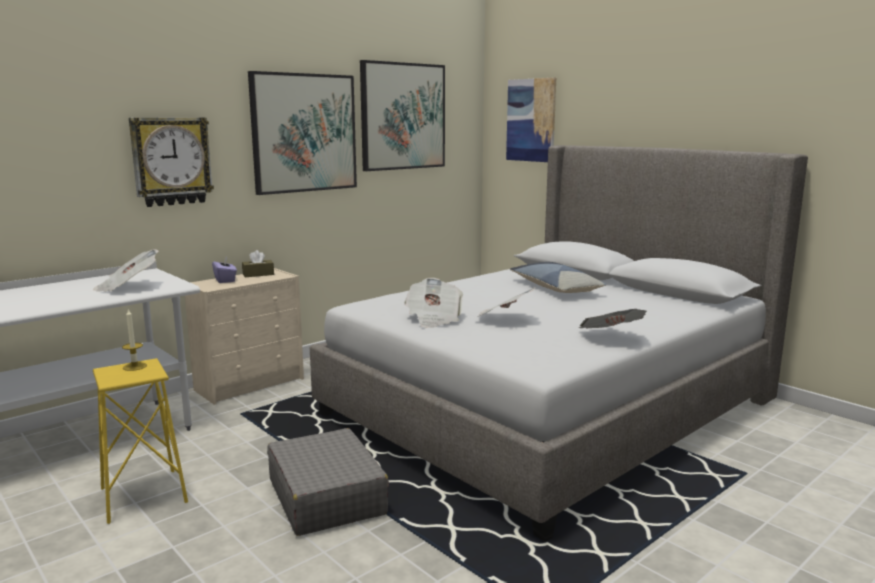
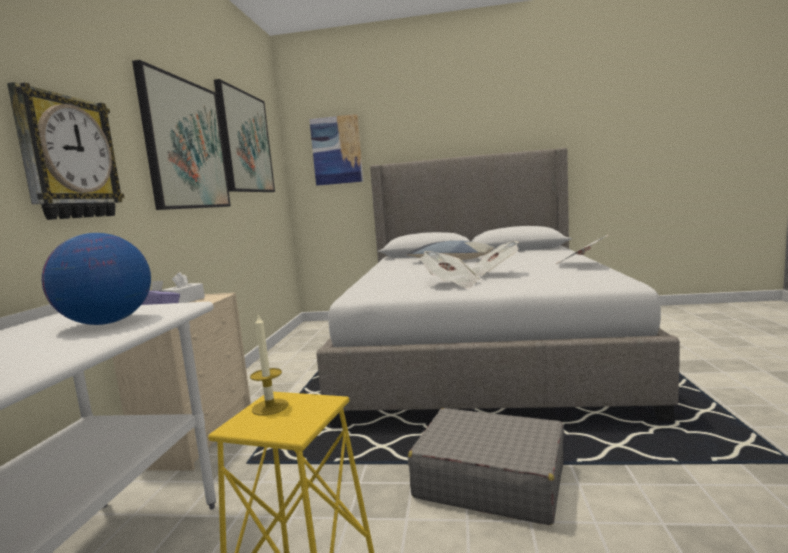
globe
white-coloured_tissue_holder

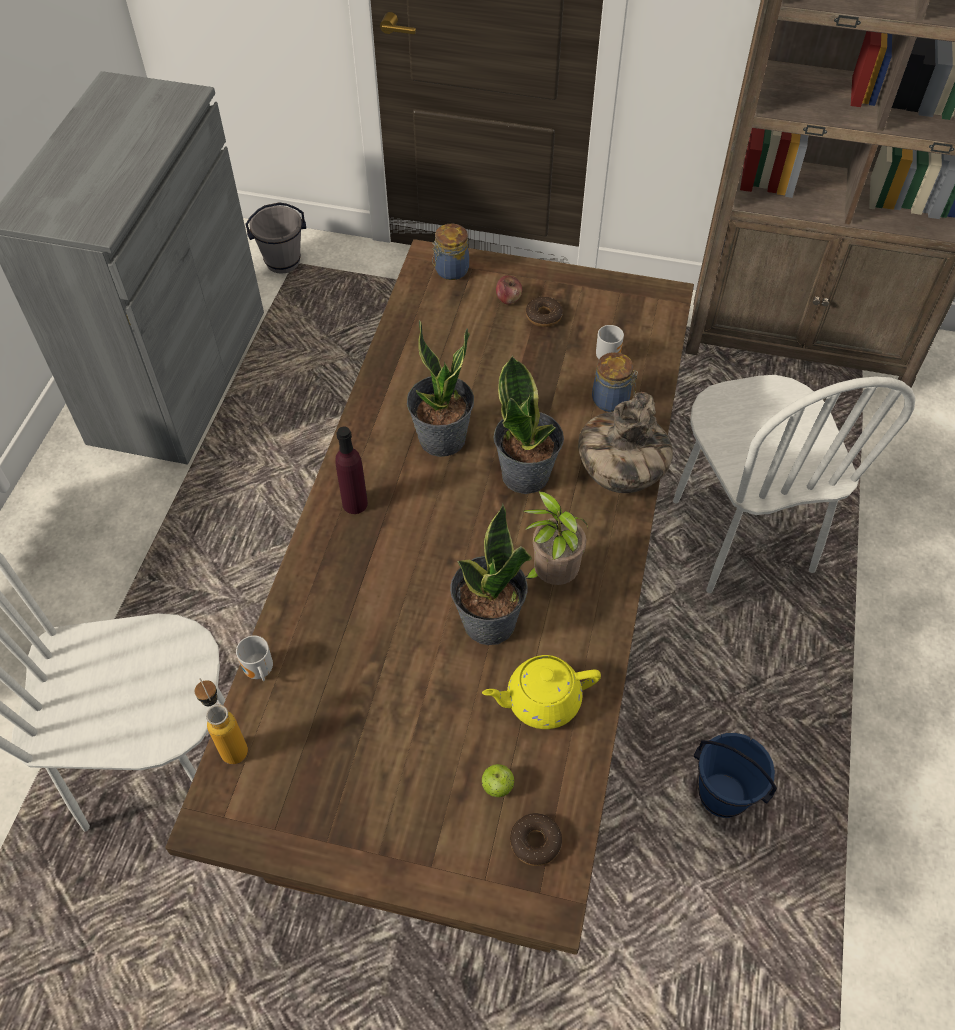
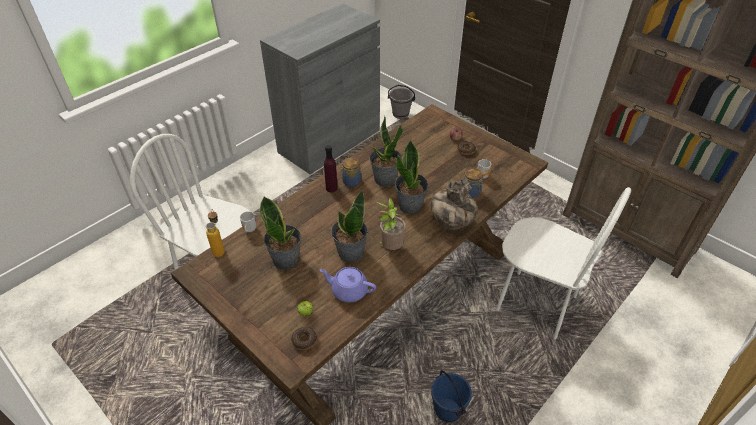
houseplant (no. 1 from left)
purple-coloured_teapot
preserve_jar (no. 1 from left)
white-coloured_chair (no. 2 from left)

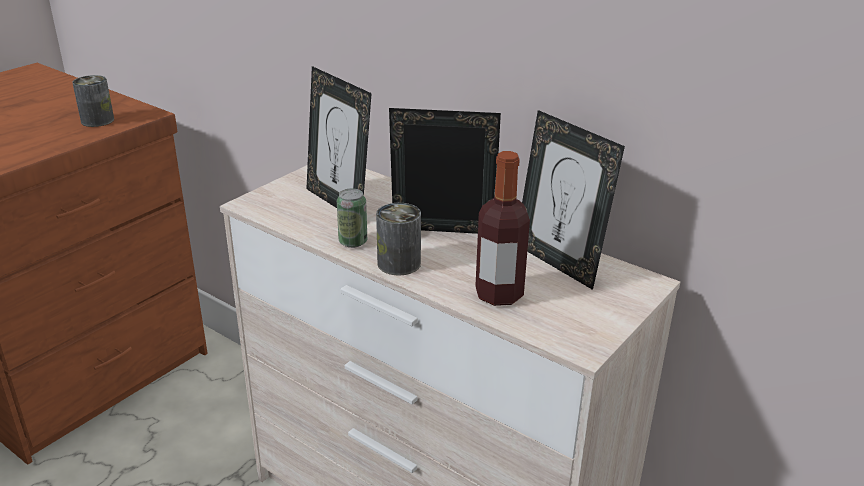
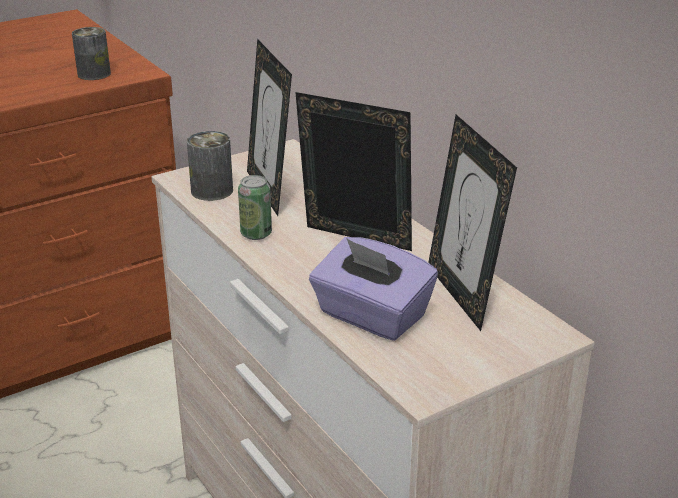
metal_can (no. 2 from left)
purple-coloured_tissue_holder

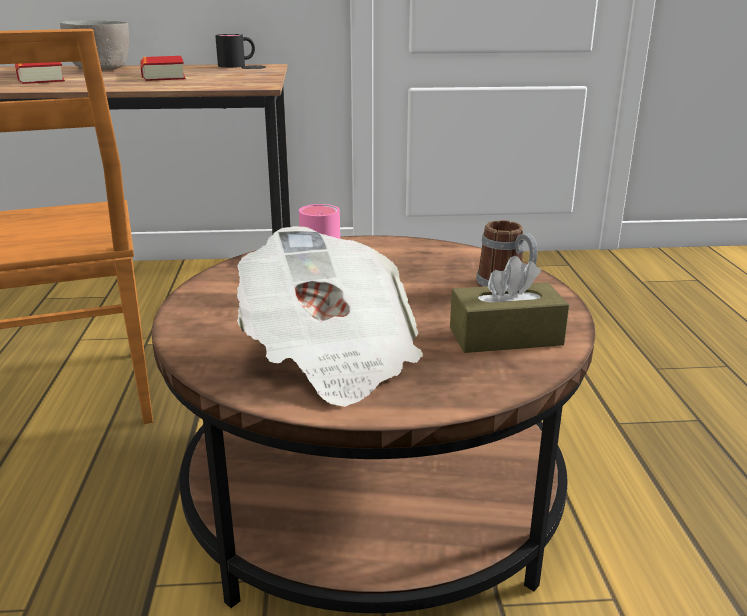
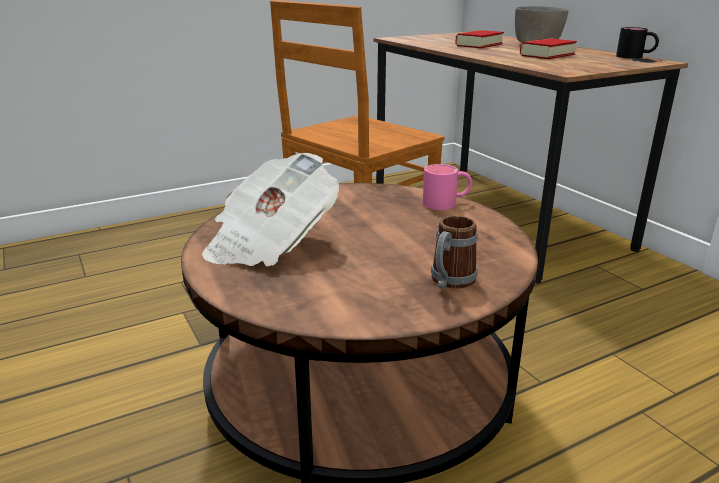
brown_tissue_holder

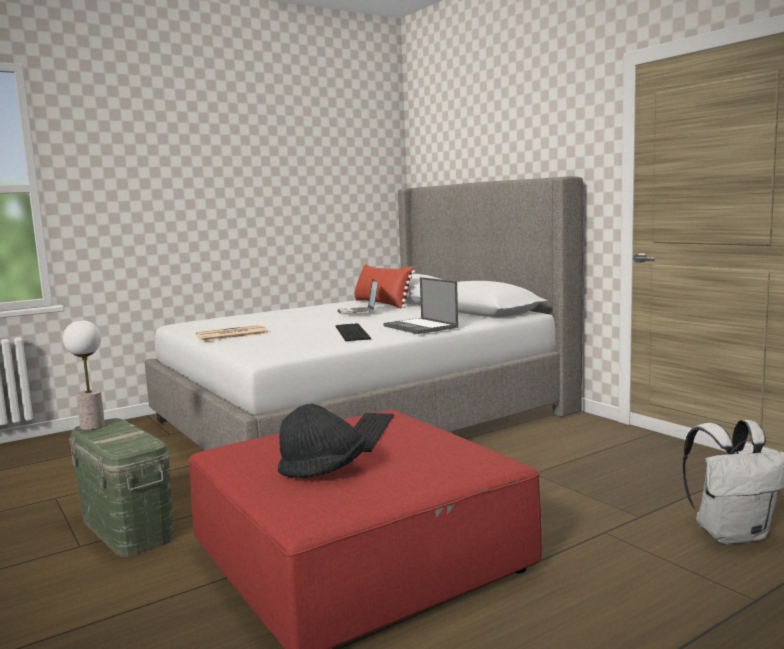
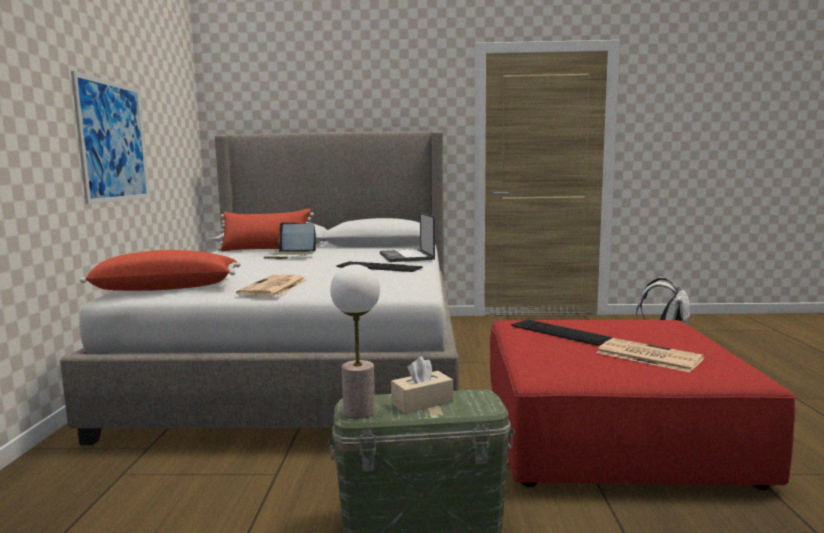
wall_picture
reddish_throw_pillow (no. 1 from left)
notebook_computer (no. 2 from left)
beige-coloured_tissue_holder
printed_paper (no. 2 from left)

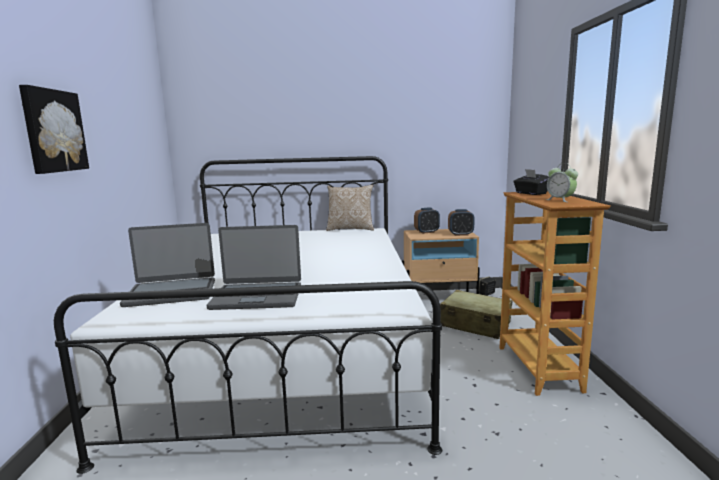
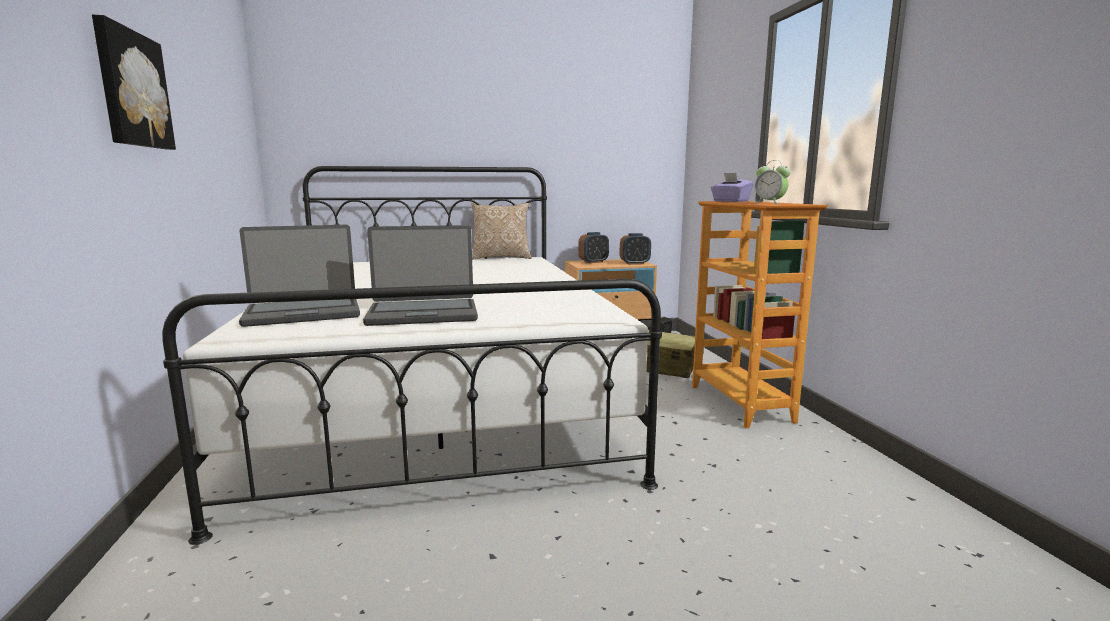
purple-coloured_tissue_holder

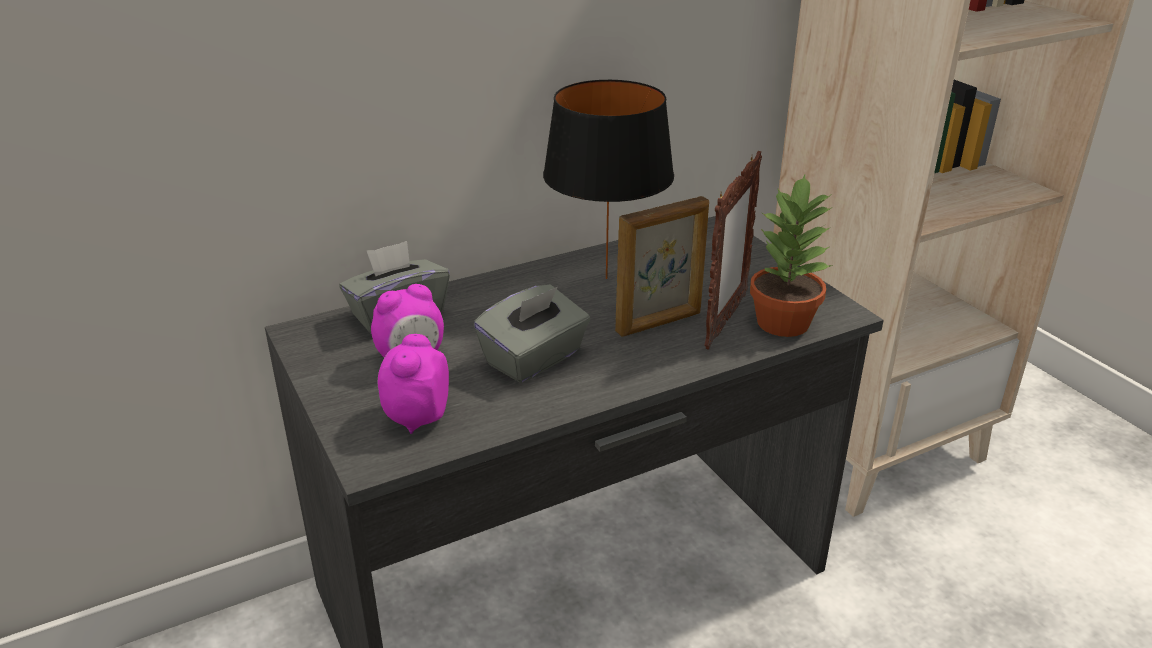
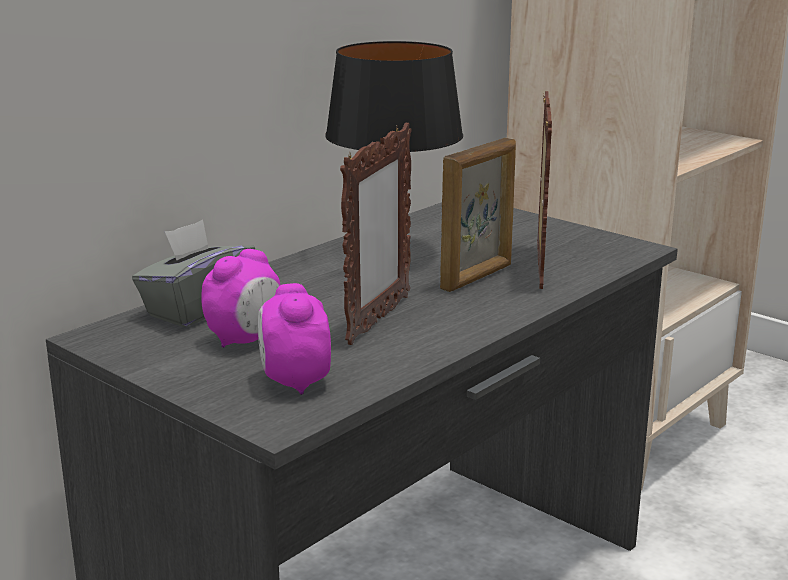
standing_frame (no. 1 from left)
houseplant

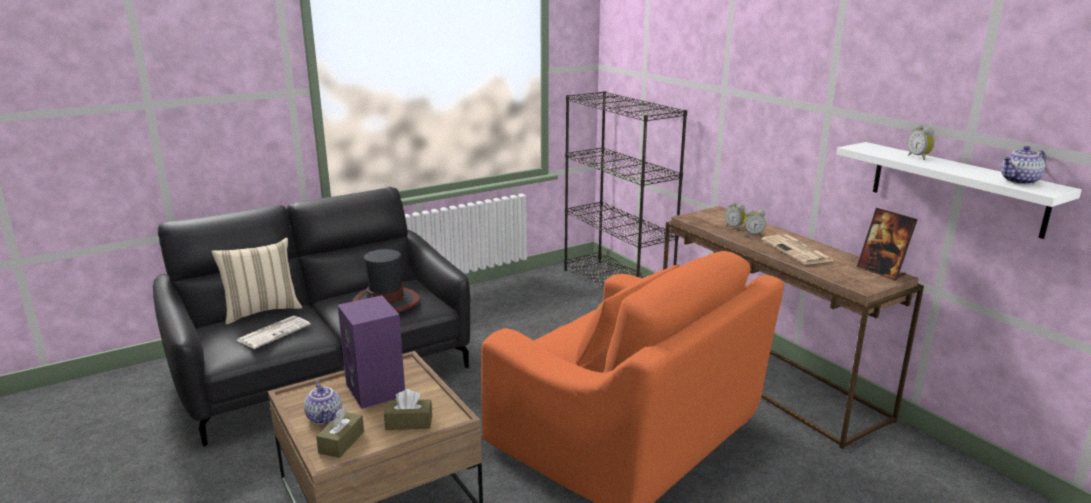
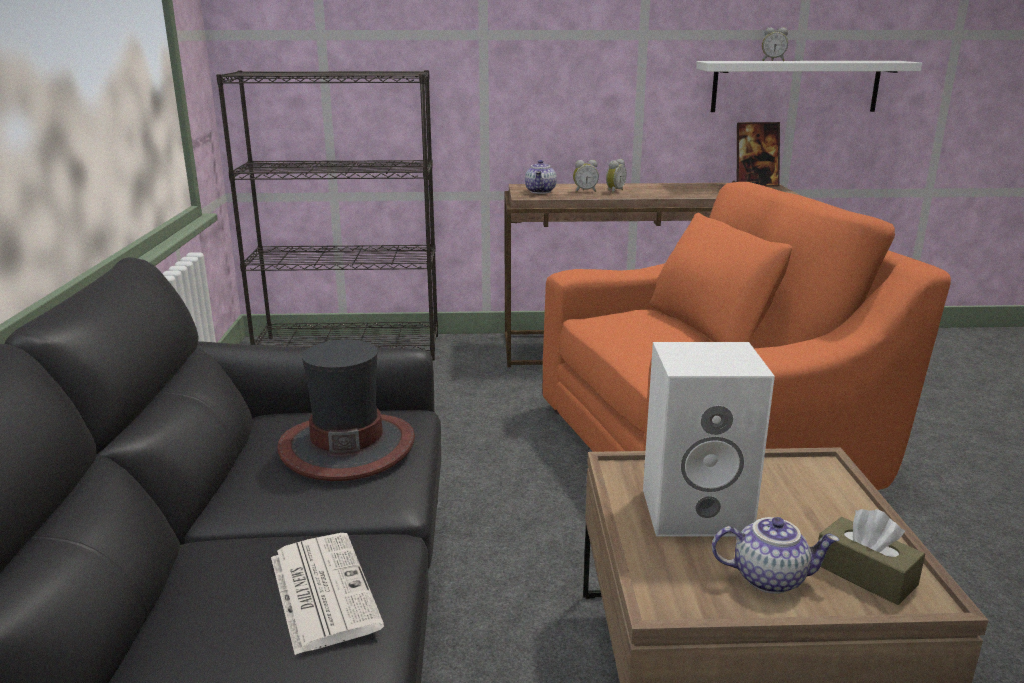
teapot (no. 1 from left)
white-coloured_speaker
beige-coloured_throw_pillow
brown_tissue_holder (no. 2 from left in the first image)
printed_paper (no. 2 from left in the first image)

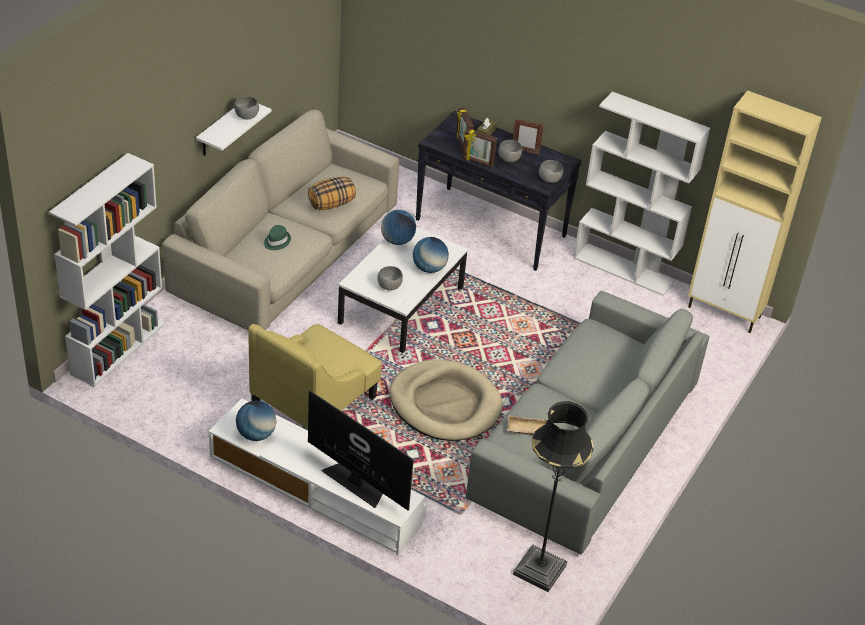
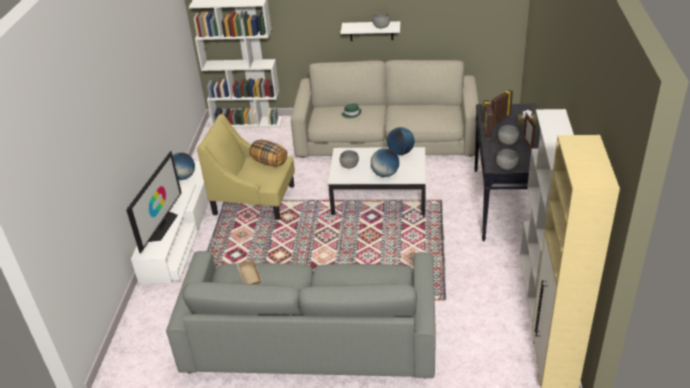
throw_pillow
beige-coloured_pet_bed
black-coloured_standing_lamp

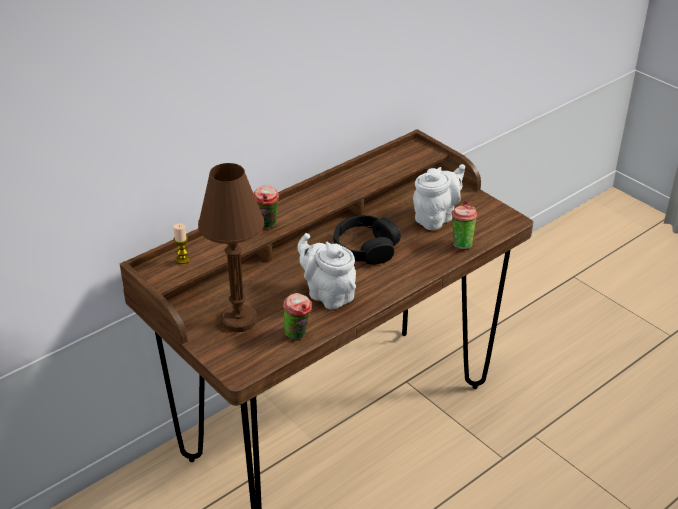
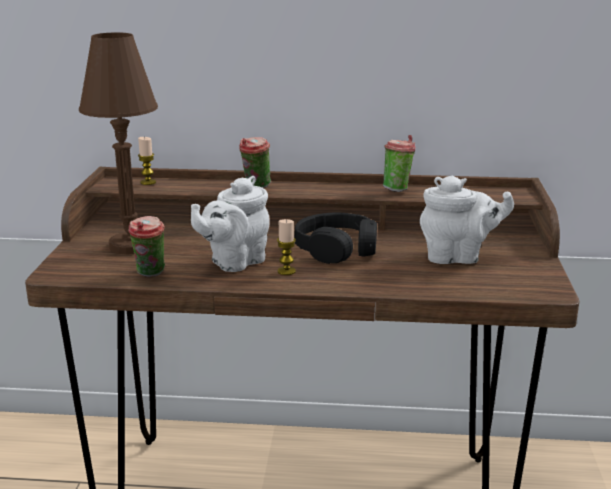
white-coloured_teapot (no. 1 from left)
wax_light (no. 2 from left)
cup (no. 3 from left)

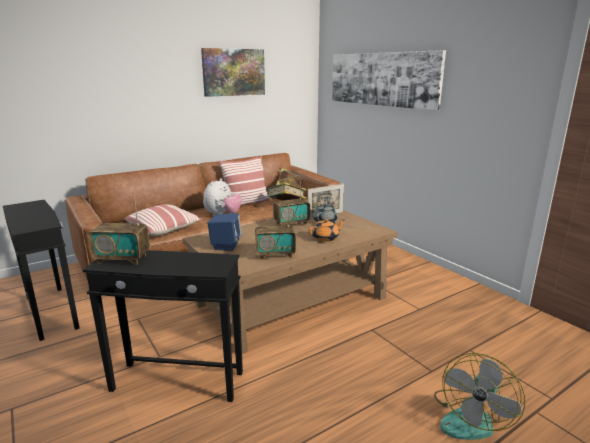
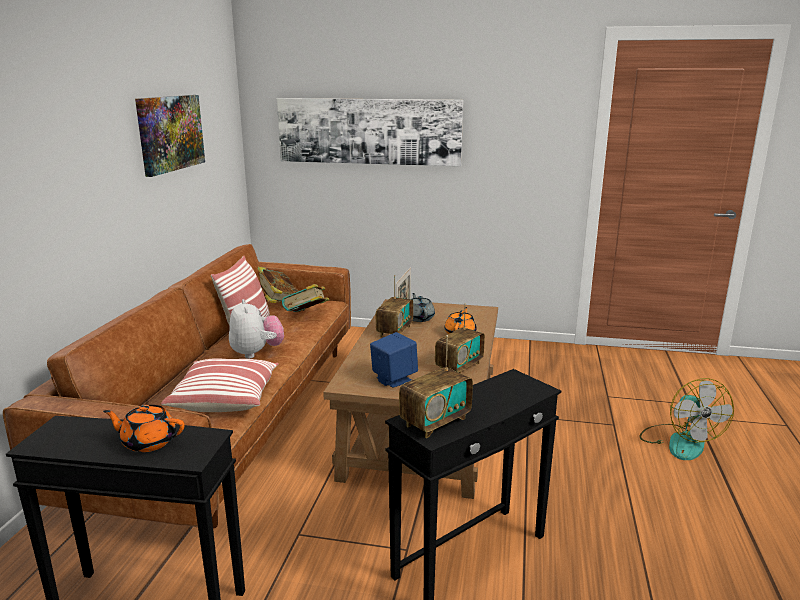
orangey_teapot (no. 1 from left)

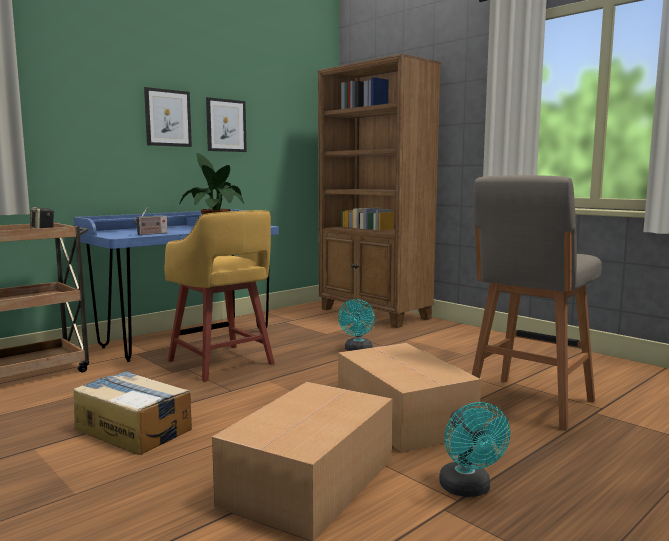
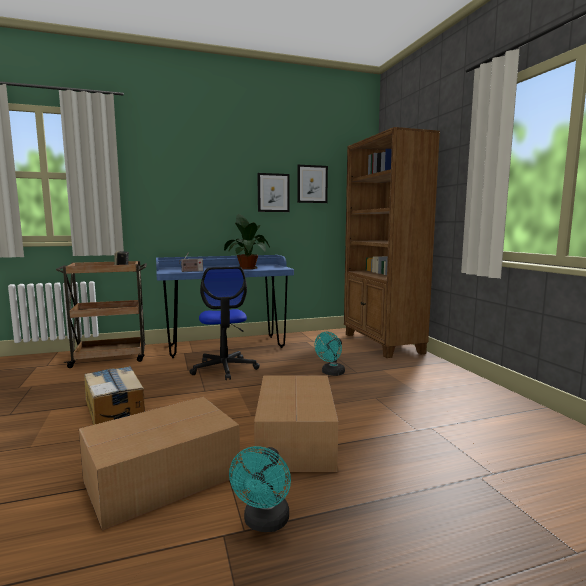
office_chair
wall_picture (no. 2 from left)
grey_stool_seat

